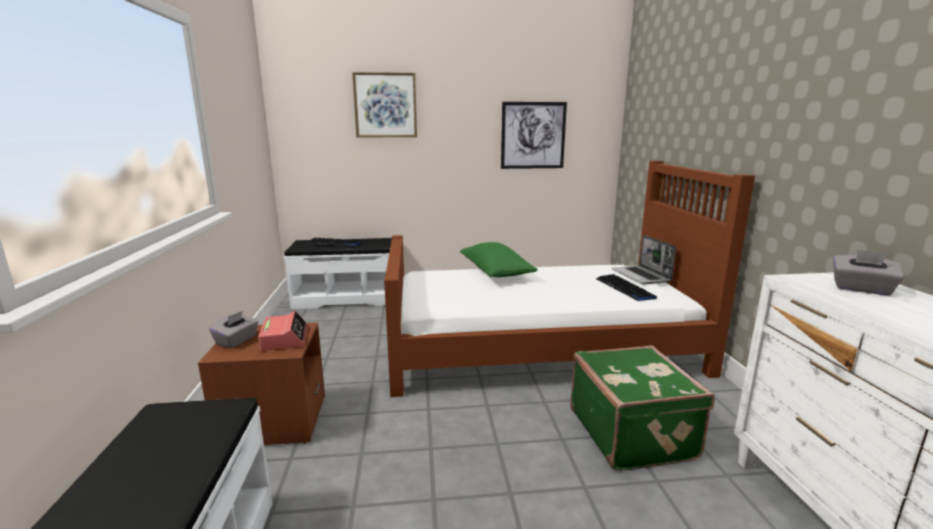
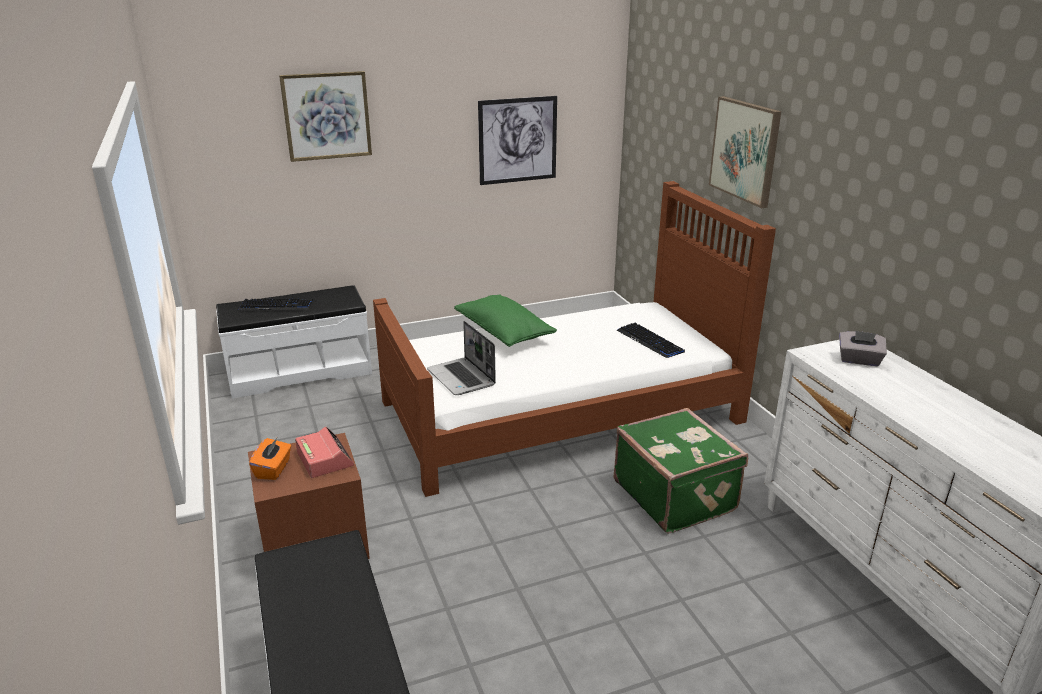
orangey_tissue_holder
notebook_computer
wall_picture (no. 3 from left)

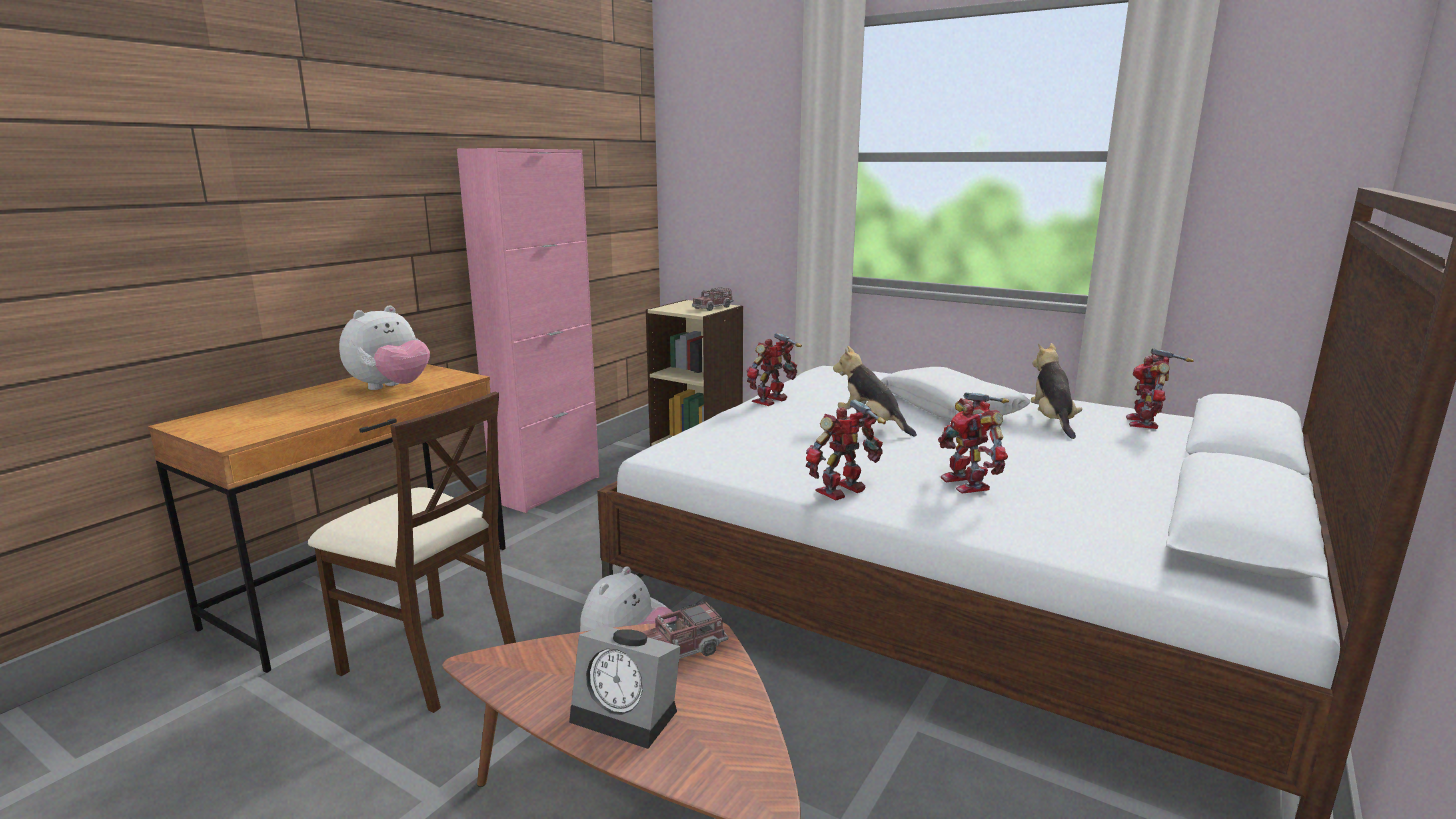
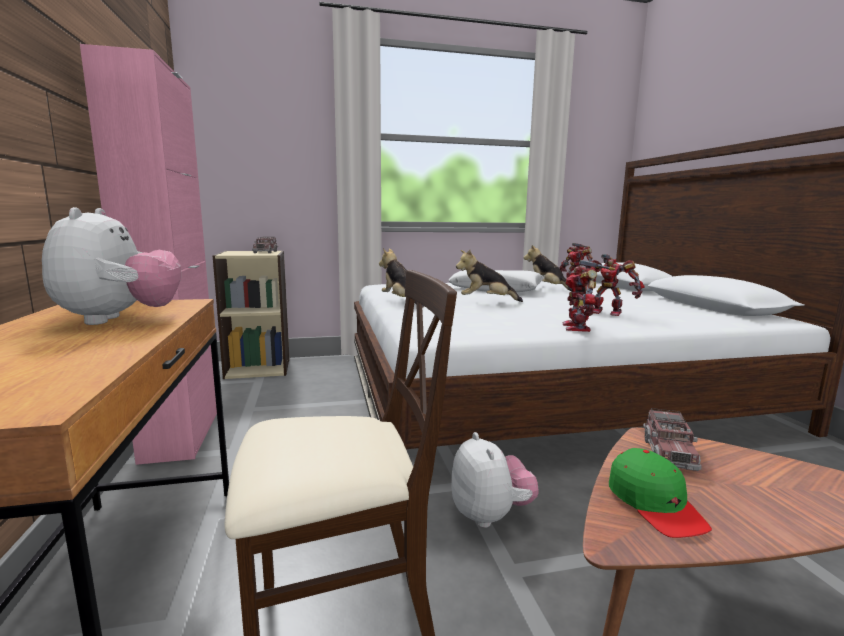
soft_toy (no. 2 from left)
green_baseball_cap
alarm_clock

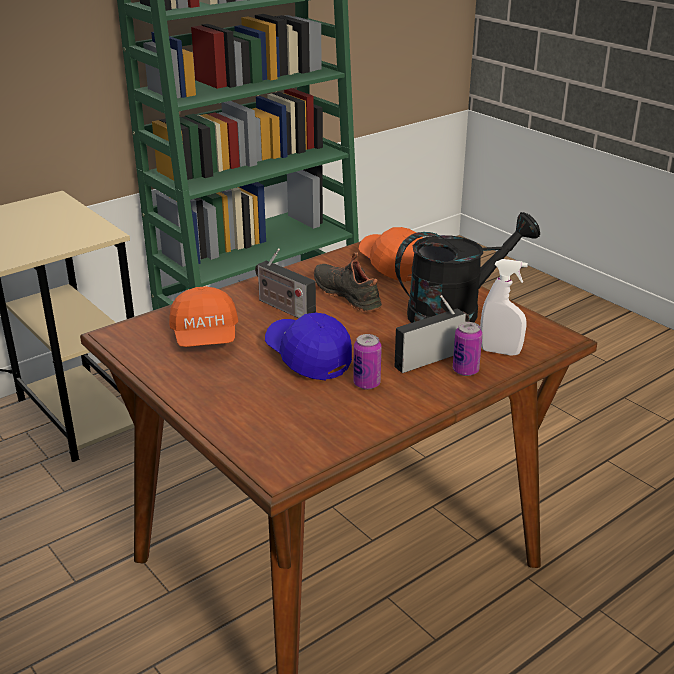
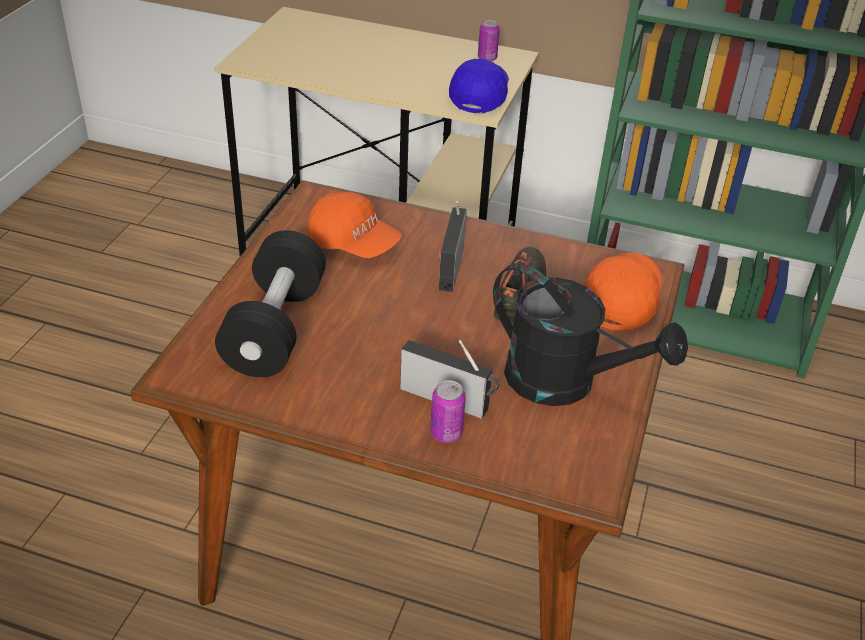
black-coloured_dumbbell
orangey_baseball_cap (no. 1 from left)
blue_baseball_cap
metal_can (no. 2 from left)
white-coloured_hand_sprayer

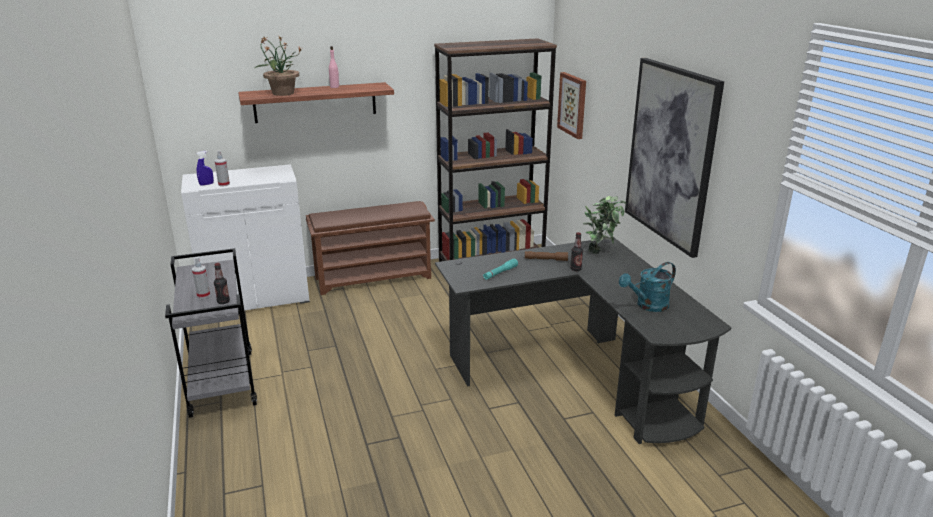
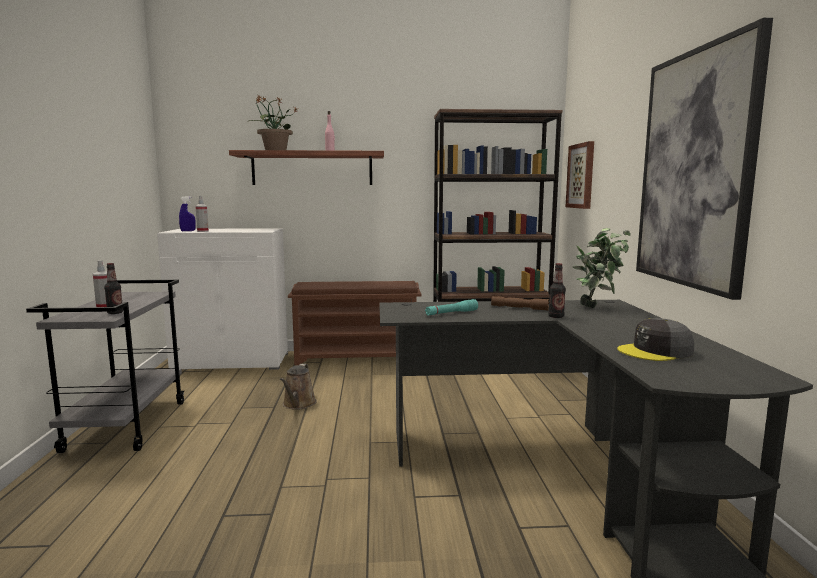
brown_watering_can
grey_baseball_cap

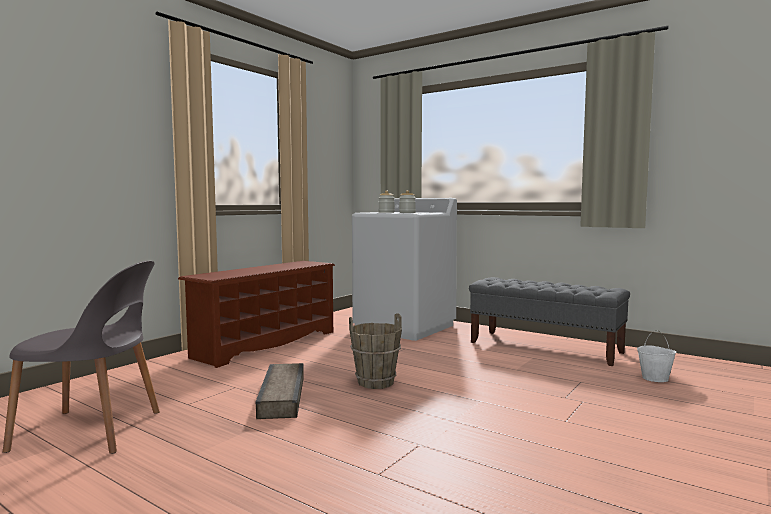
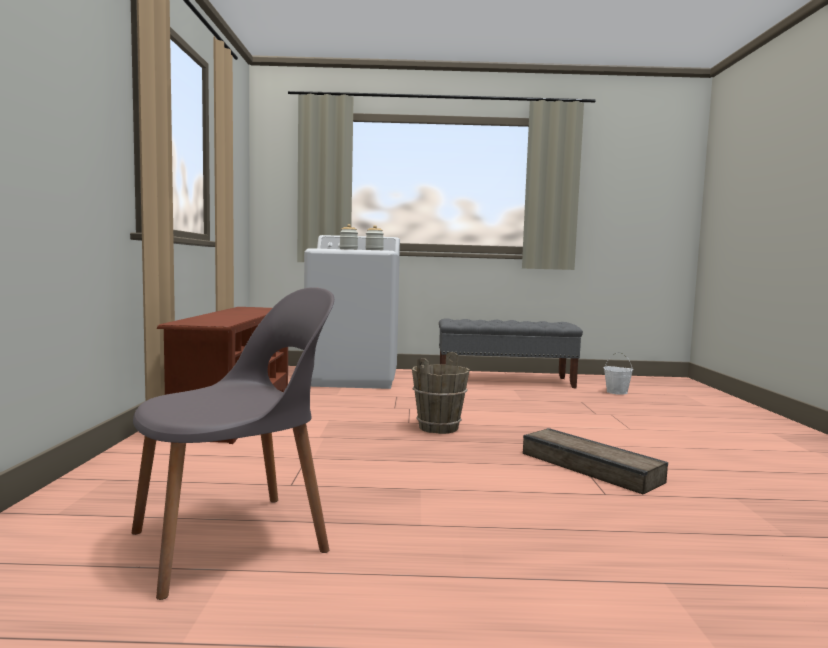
packing_crate

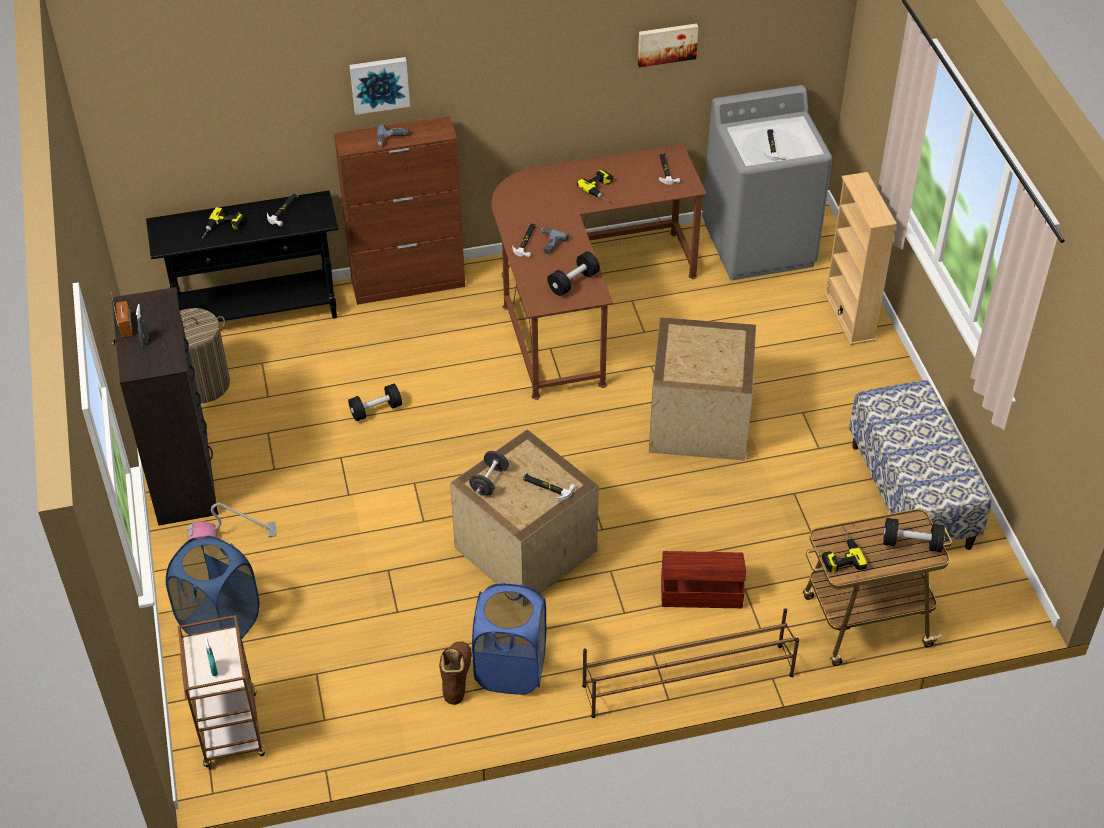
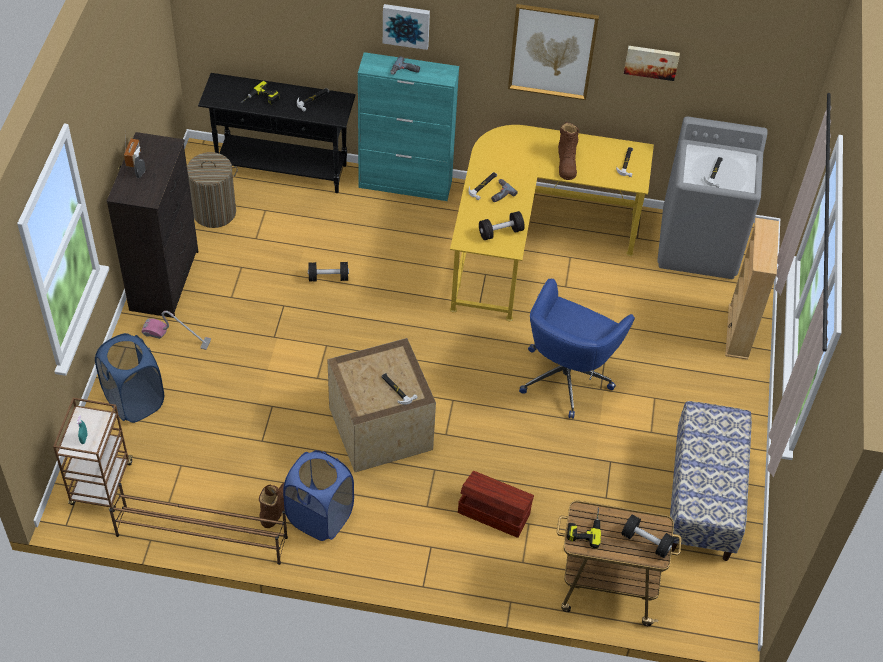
brown_shoe_shelf
turquoise_storage_cabinet
yellowish_desk_unit
wall_picture (no. 2 from left)
blue_office_chair
brown_high-top_boot (no. 2 from left)
black-coloured_dumbbell (no. 2 from left in the first image)

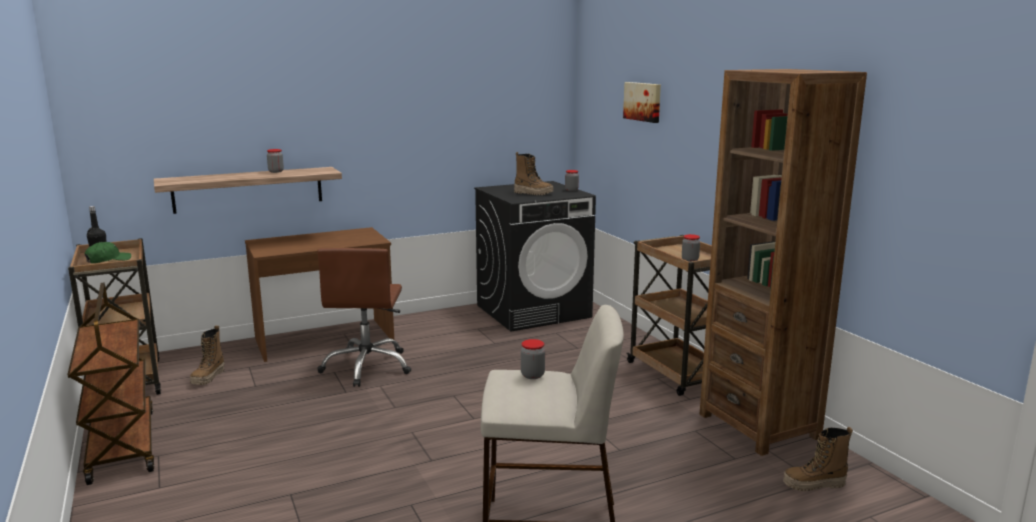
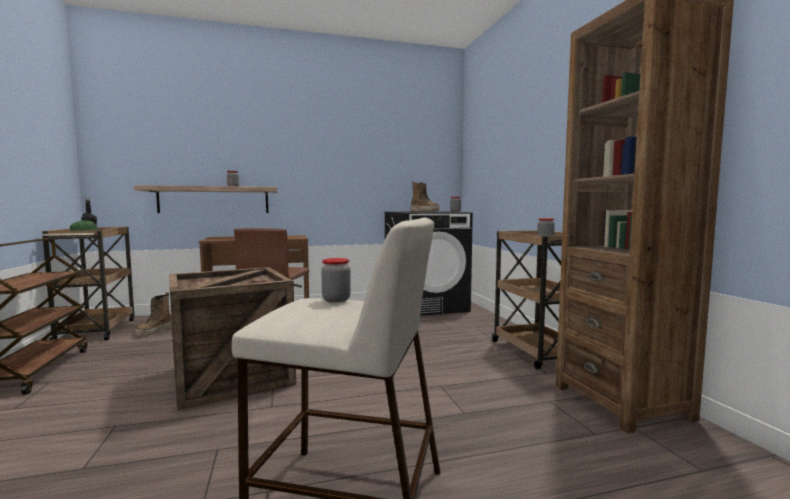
packing_crate
wall_picture
high-top_boot (no. 3 from left in the first image)

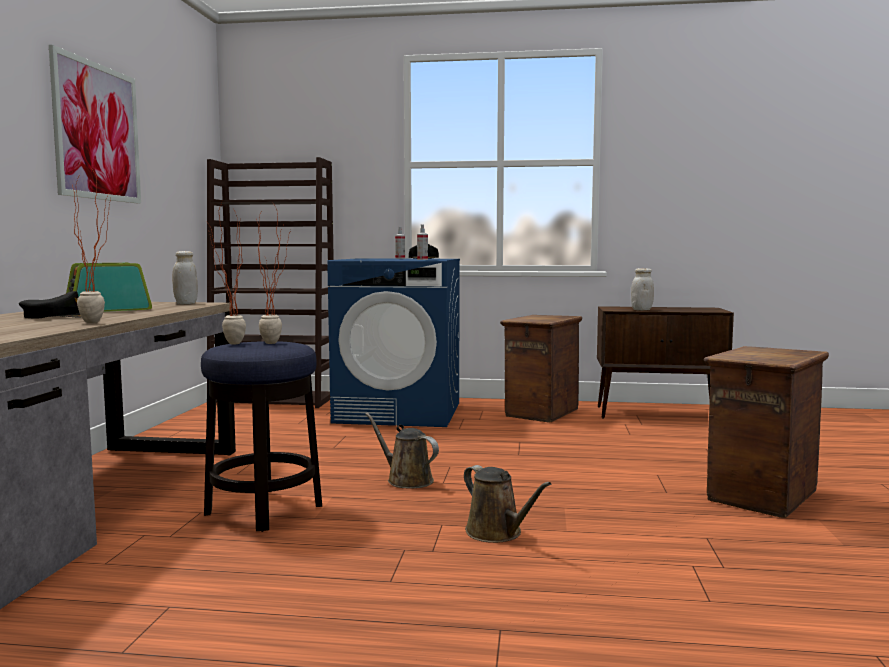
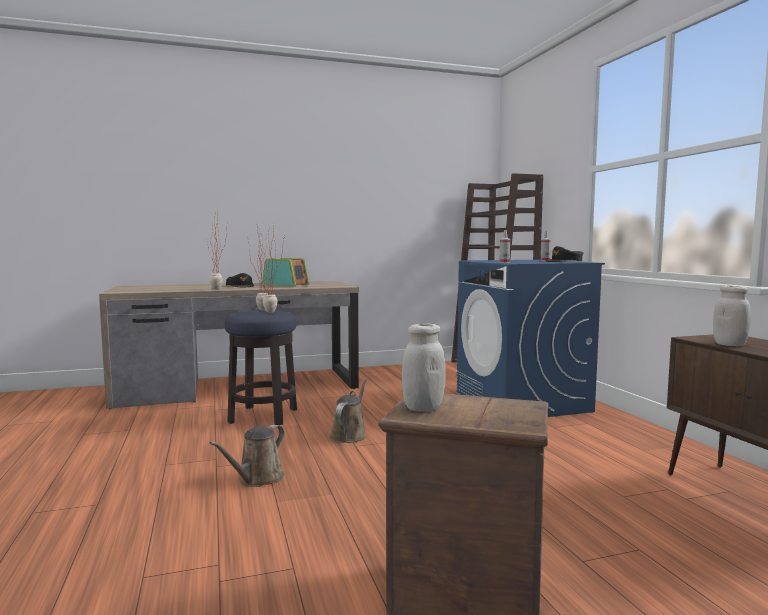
white-coloured_preserve_jar (no. 1 from left)
wall_picture
packing_crate (no. 1 from left in the first image)

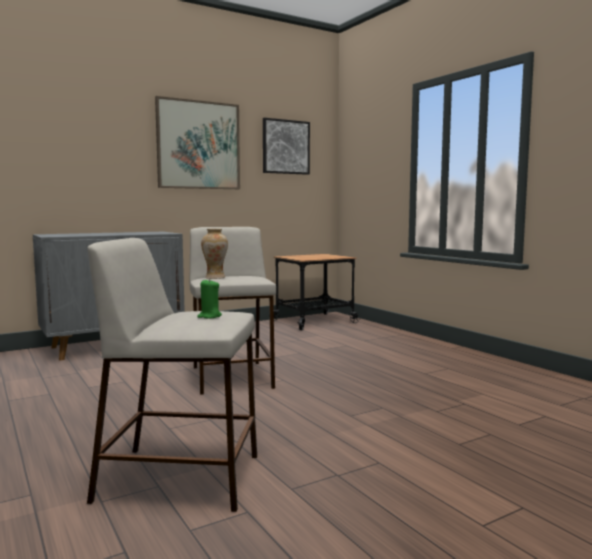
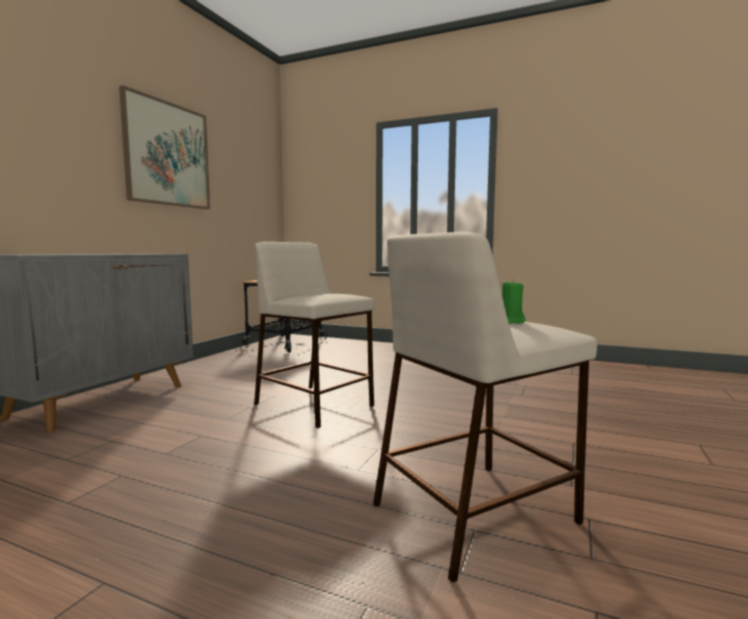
decorative_vase
wall_picture (no. 2 from left in the first image)

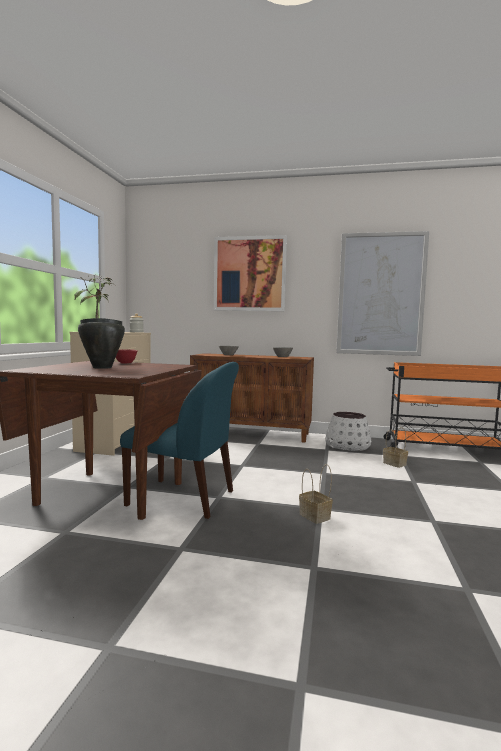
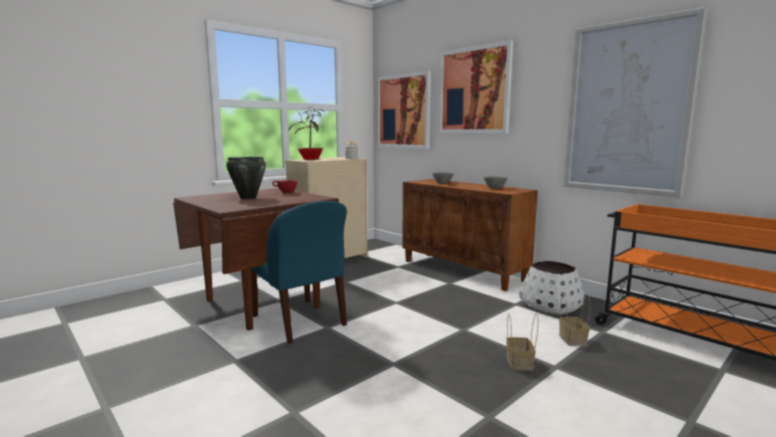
wall_picture (no. 1 from left)
household_basket (no. 1 from left)

